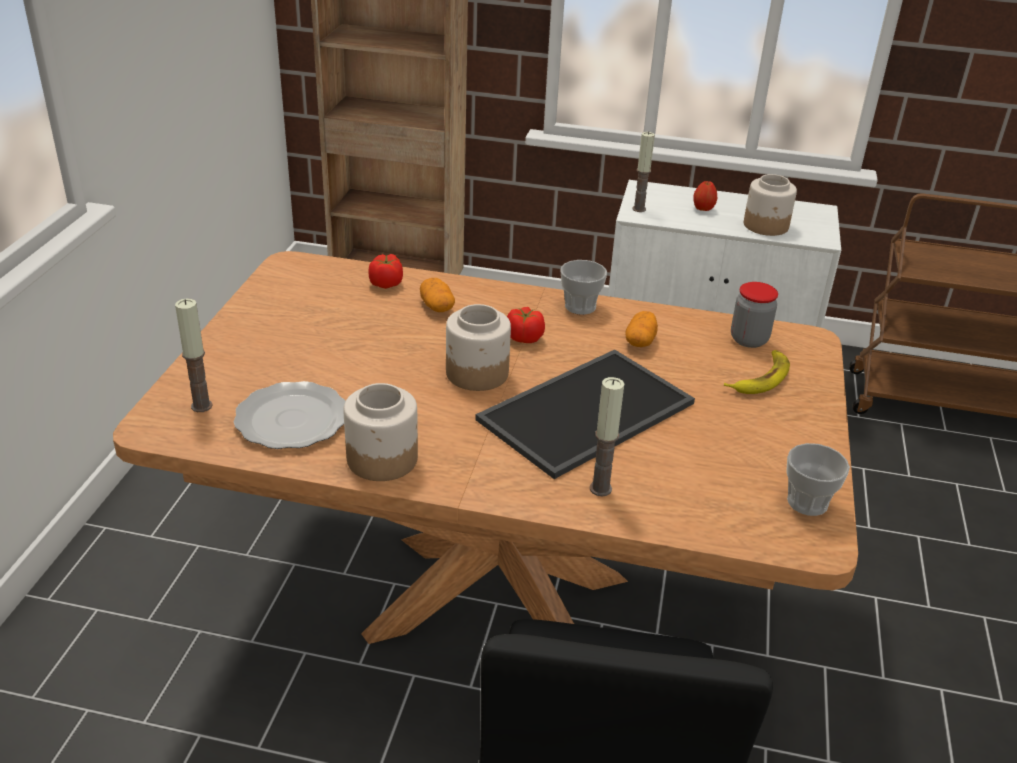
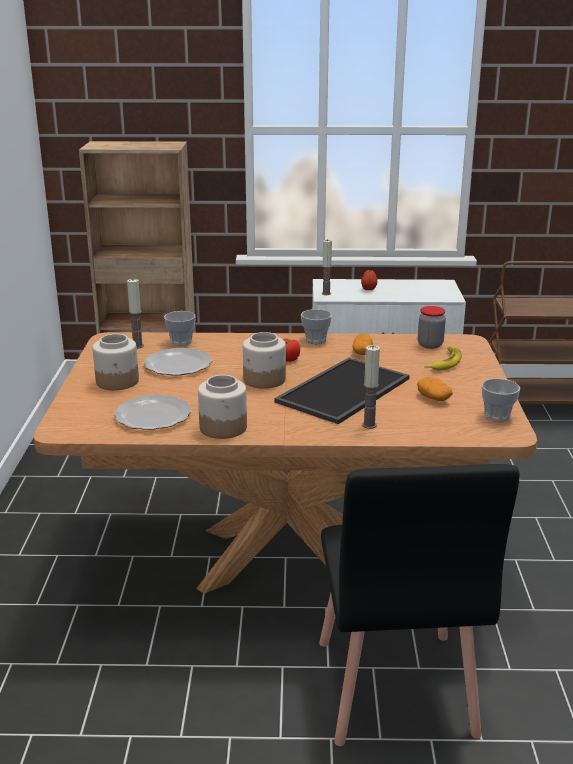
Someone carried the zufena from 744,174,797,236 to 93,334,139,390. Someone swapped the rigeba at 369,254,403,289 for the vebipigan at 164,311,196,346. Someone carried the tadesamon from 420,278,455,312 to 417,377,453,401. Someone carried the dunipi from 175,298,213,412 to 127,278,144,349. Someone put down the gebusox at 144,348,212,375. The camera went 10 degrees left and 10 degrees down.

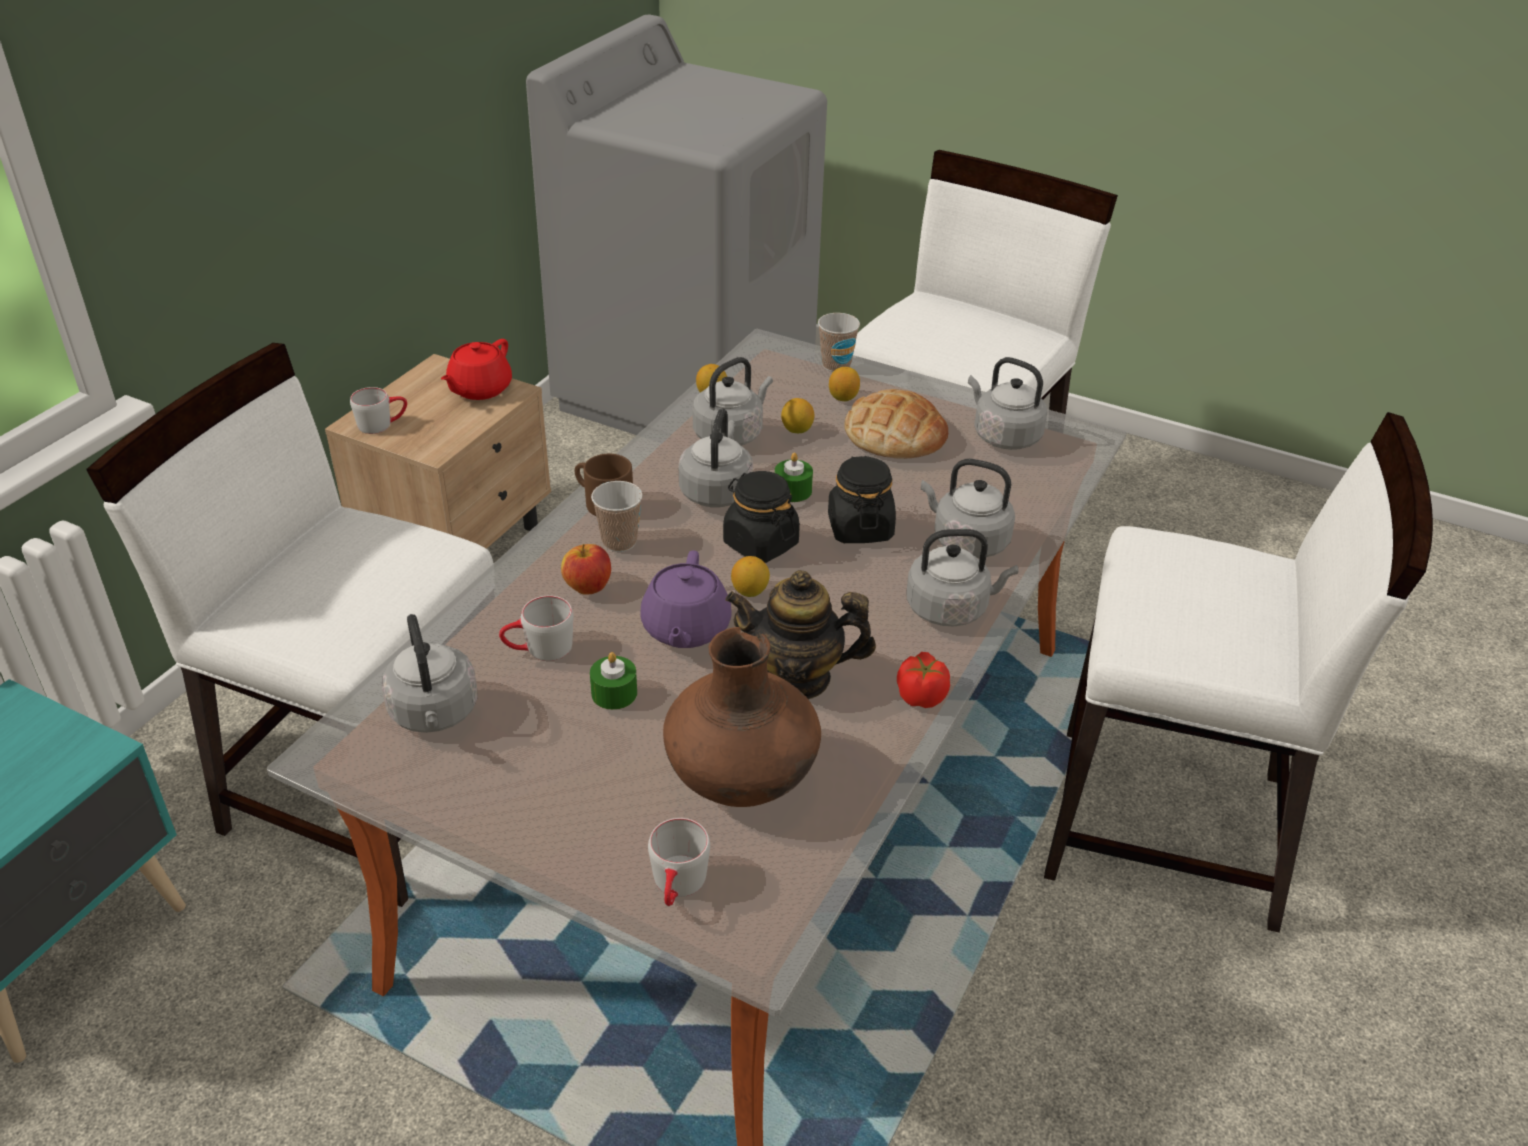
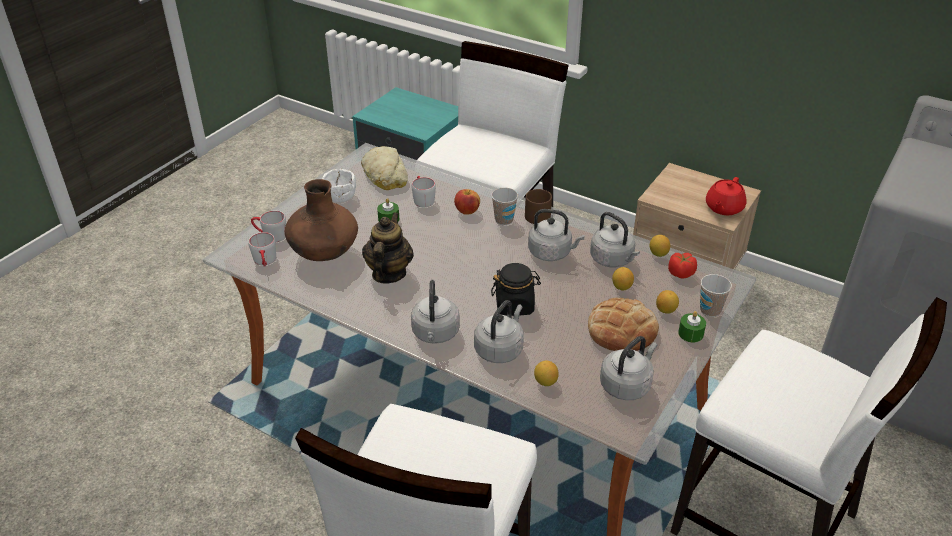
Someone rotated the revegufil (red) at 441,339,512,400 by 90 degrees counterclockwise. Someone carried the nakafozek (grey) from 350,387,407,434 to 248,232,276,267. Someone carried the dunipi (green) from 775,453,813,502 to 678,311,706,342. Someone took away the zufena (black) at 723,471,800,563. Someone took away the revegufil (purple) at 640,550,732,648. Someone carried the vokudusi from 731,556,770,597 to 534,360,559,386. Someone swapped the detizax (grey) at 382,614,478,733 for the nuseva at 361,146,408,190. Someone carried the rigeba from 897,652,950,708 to 668,253,697,279. Someone put down the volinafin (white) at 322,169,356,202. The camera went 95 degrees right and 0 degrees up.

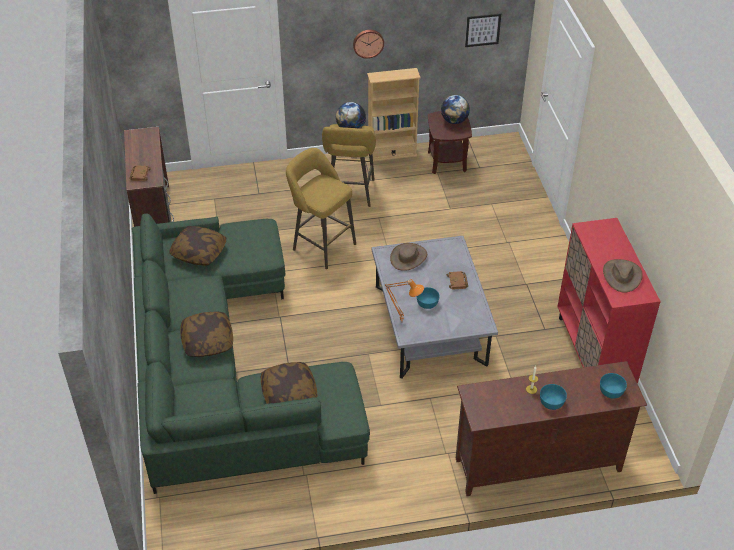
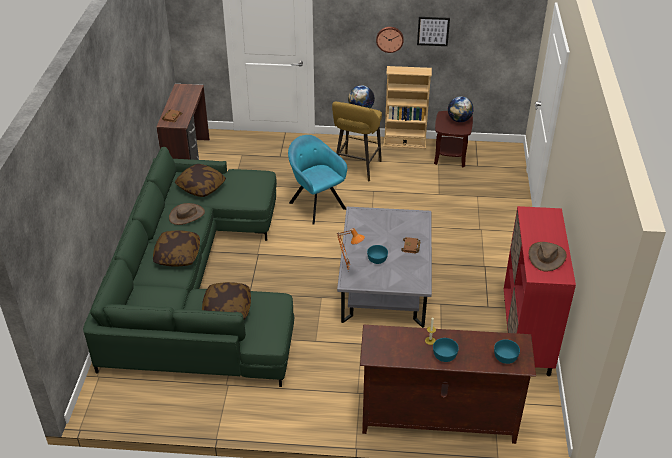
Someone carried the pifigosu from 465,14,501,47 to 417,17,450,46. Someone swapped the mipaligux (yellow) at 286,148,356,269 for the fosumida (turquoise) at 288,135,347,225. Someone carried the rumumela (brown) from 390,243,427,271 to 169,203,205,225. The camera went 15 degrees right and 5 degrees down.

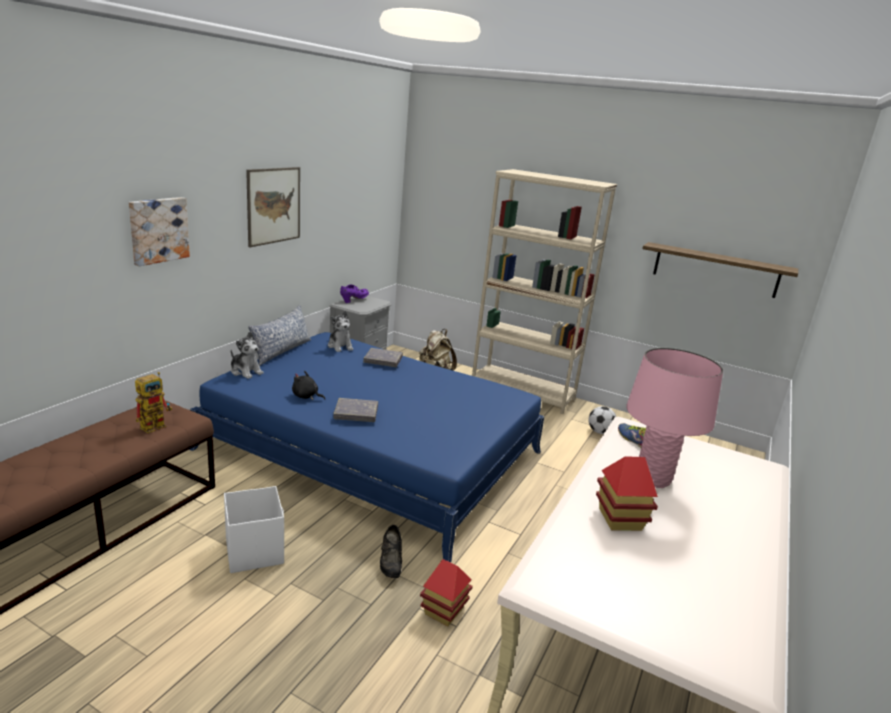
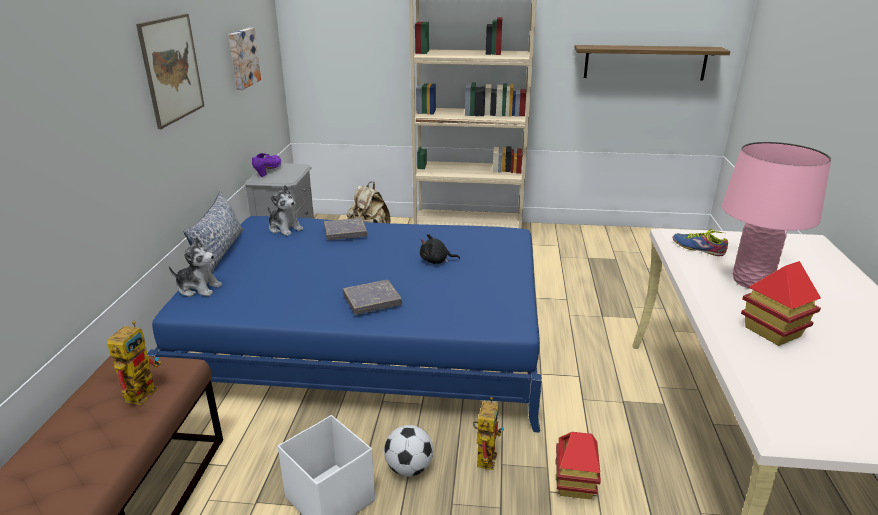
Someone carried the pifigosu from 129,197,190,266 to 229,28,261,90. Someone carried the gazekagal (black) from 292,371,325,400 to 420,234,460,264. Someone carried the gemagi from 588,406,616,434 to 384,425,433,476. Someone swapped the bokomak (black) at 380,525,402,578 for the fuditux at 473,397,504,470. The camera went 20 degrees left and 5 degrees up.

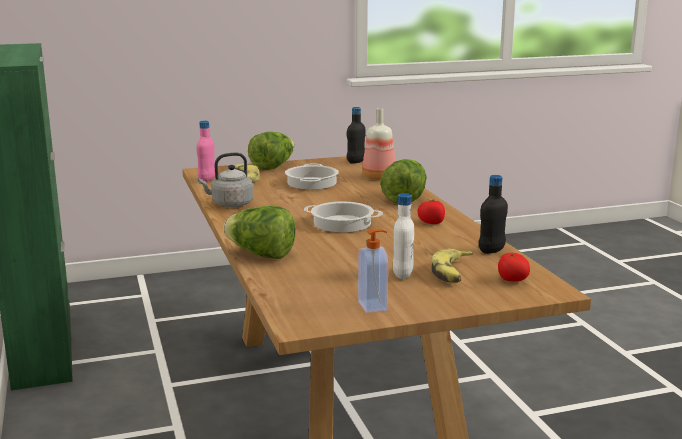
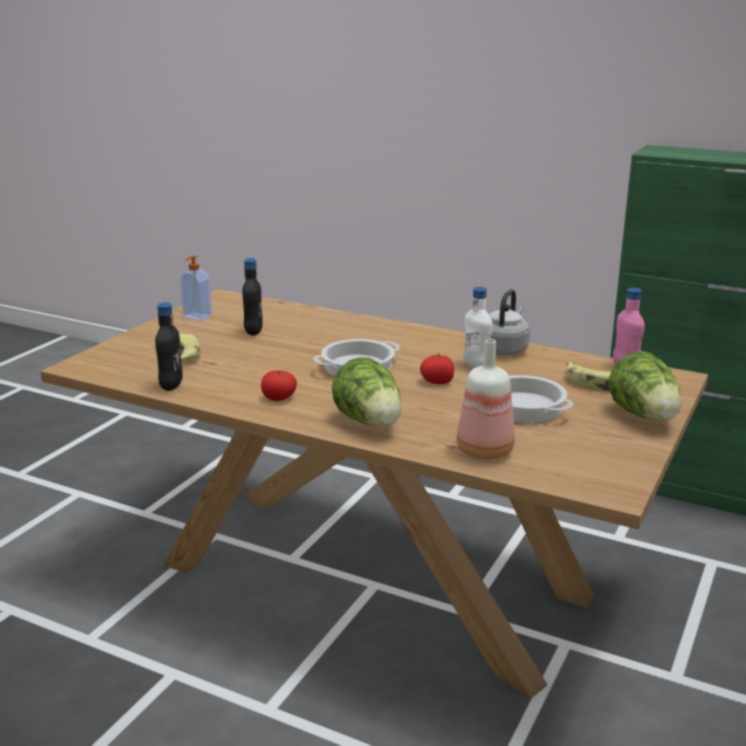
Someone carried the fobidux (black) from 347,107,366,164 to 242,258,263,336. Someone carried the fobidux (white) from 393,193,414,279 to 463,287,493,369. Someone took away the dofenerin at 223,206,296,259. Someone carried the rigeba from 498,253,530,281 to 420,353,454,384. The camera went 135 degrees right and 5 degrees up.

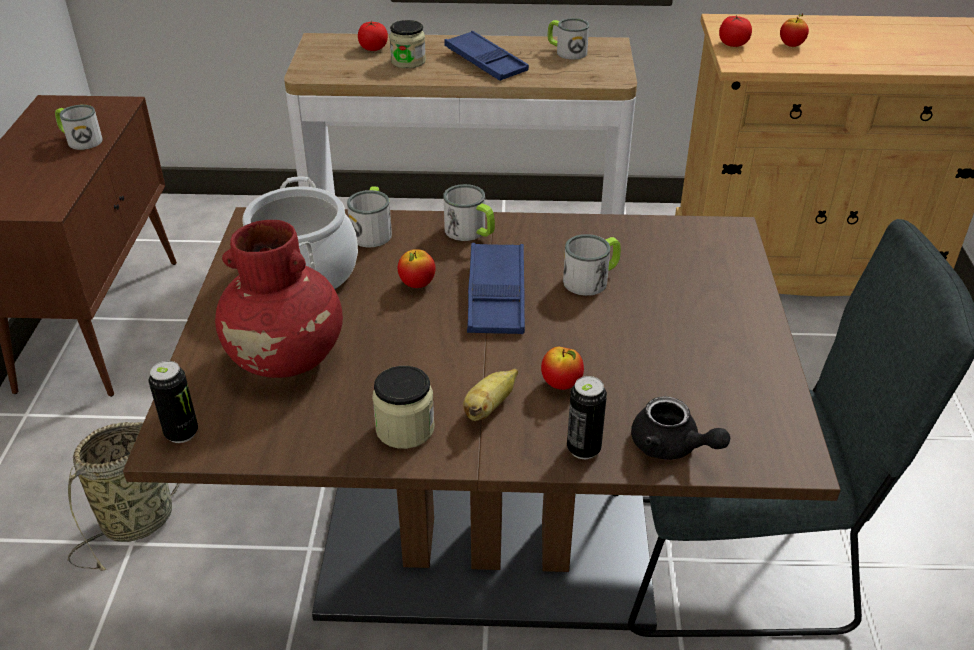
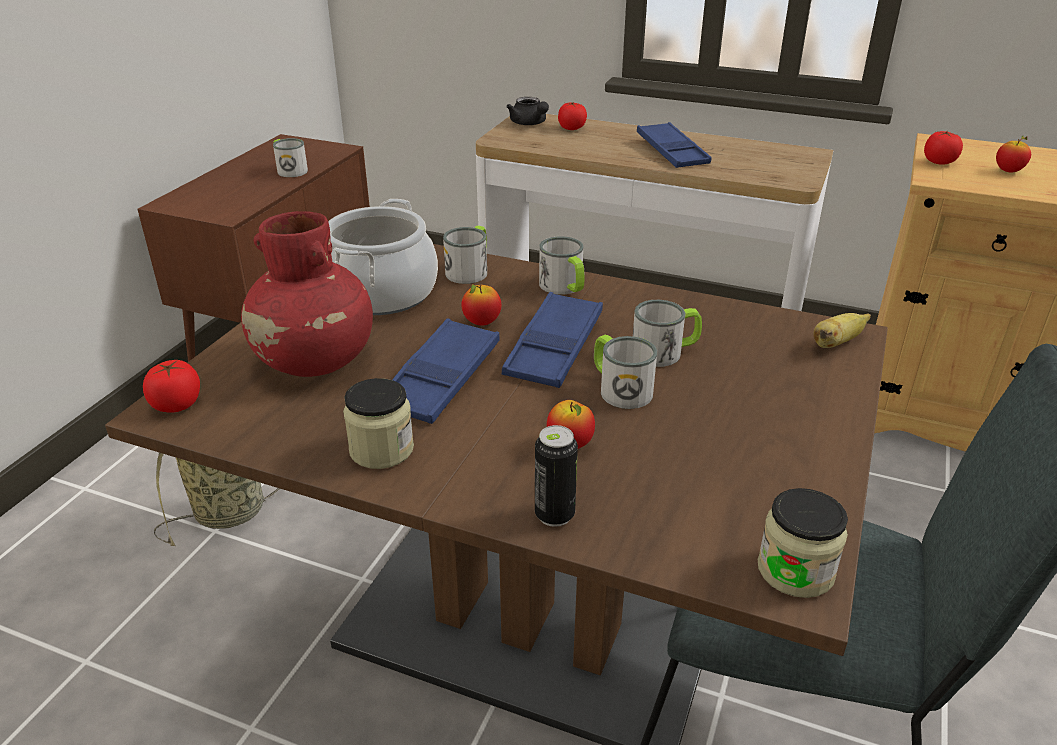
Someone carried the nakafozek from 547,18,589,60 to 594,335,657,409. Someone carried the zufena from 389,20,426,69 to 758,488,848,598. Someone swapped the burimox at 149,361,198,443 for the rigeba at 143,360,200,413. Someone carried the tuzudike from 463,368,518,421 to 813,313,871,348. Someone carried the revegufil (black) from 631,396,730,460 to 506,97,549,125. Someone put down the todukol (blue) at 392,318,499,424. The camera went 20 degrees right and 5 degrees down.

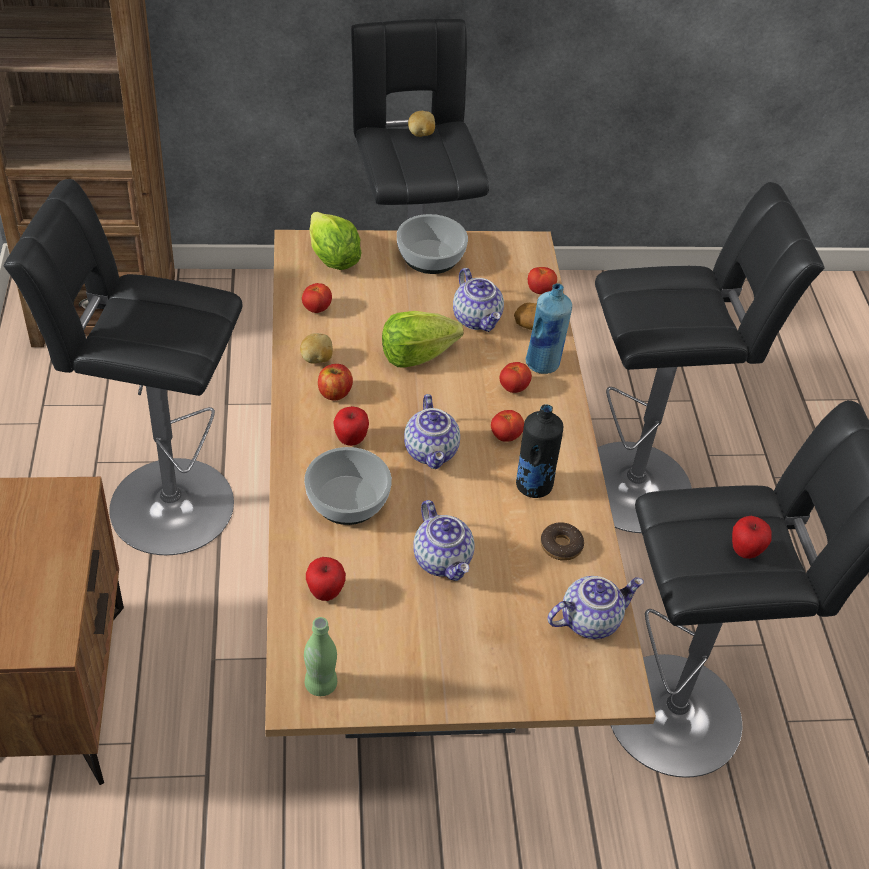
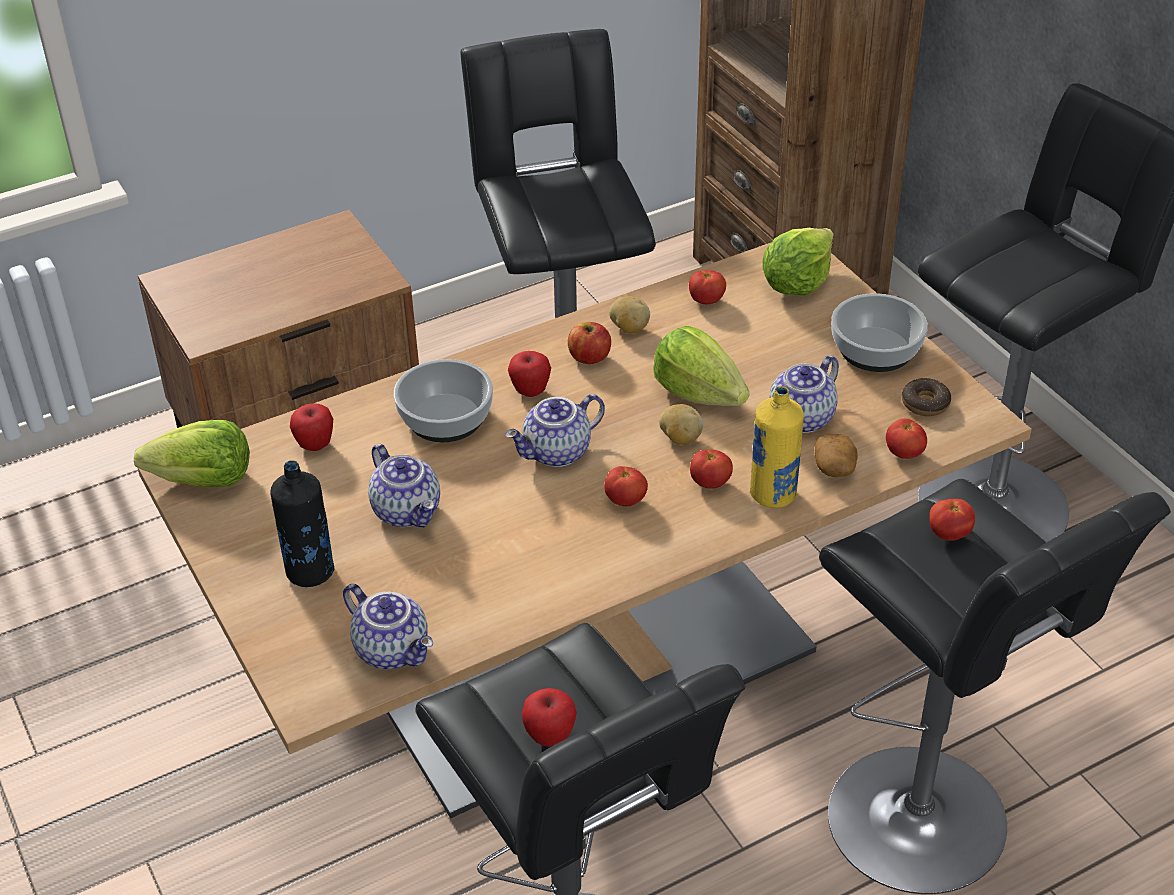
Someone carried the tadesamon from 408,111,435,137 to 659,404,703,445. Someone repainted the fobidux (blue) at 526,283,572,374, which became the fobidux (yellow) at 750,386,804,508. Someone carried the fobidux (black) from 516,404,563,498 to 270,460,334,587. Someone rotated the revegufil at 413,500,474,581 by 75 degrees counterclockwise. Someone carried the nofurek from 541,522,584,561 to 902,378,951,416. Someone swapped the fobidux (green) at 304,617,337,696 for the dofenerin at 134,420,250,487. Someone put down the rigeba at 929,499,975,541. The camera went 70 degrees right and 5 degrees down.

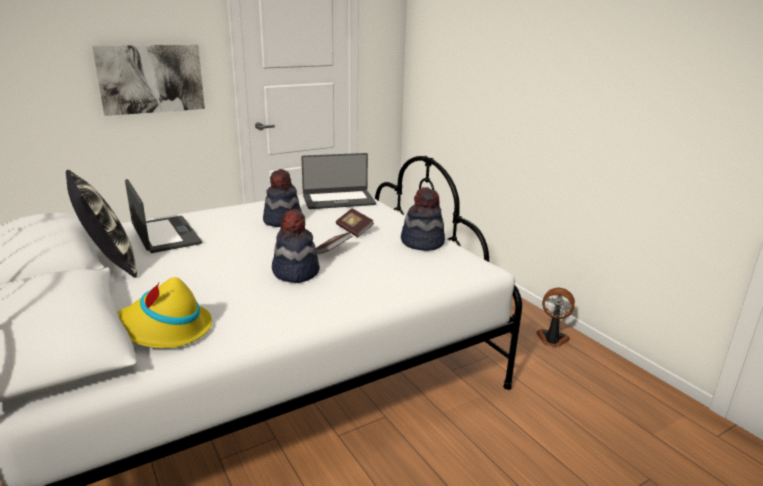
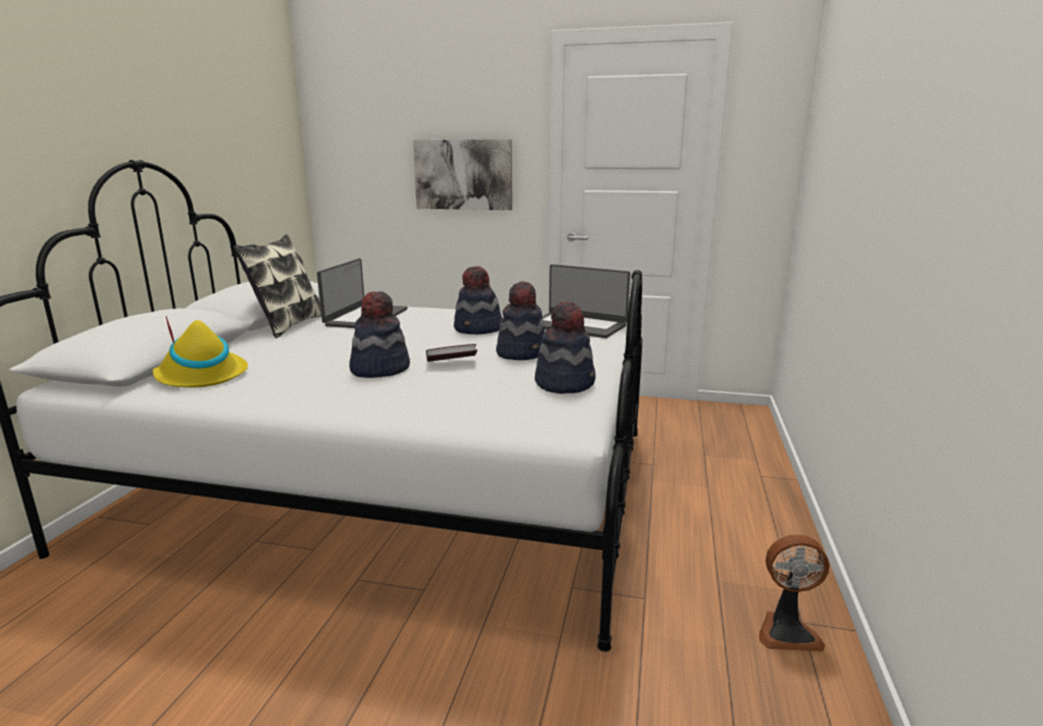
Someone swapped the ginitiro at 336,209,374,237 for the rumumela at 496,281,545,360. Someone rotated the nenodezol at 536,288,575,347 by 120 degrees clockwise. The camera went 45 degrees right and 5 degrees down.

